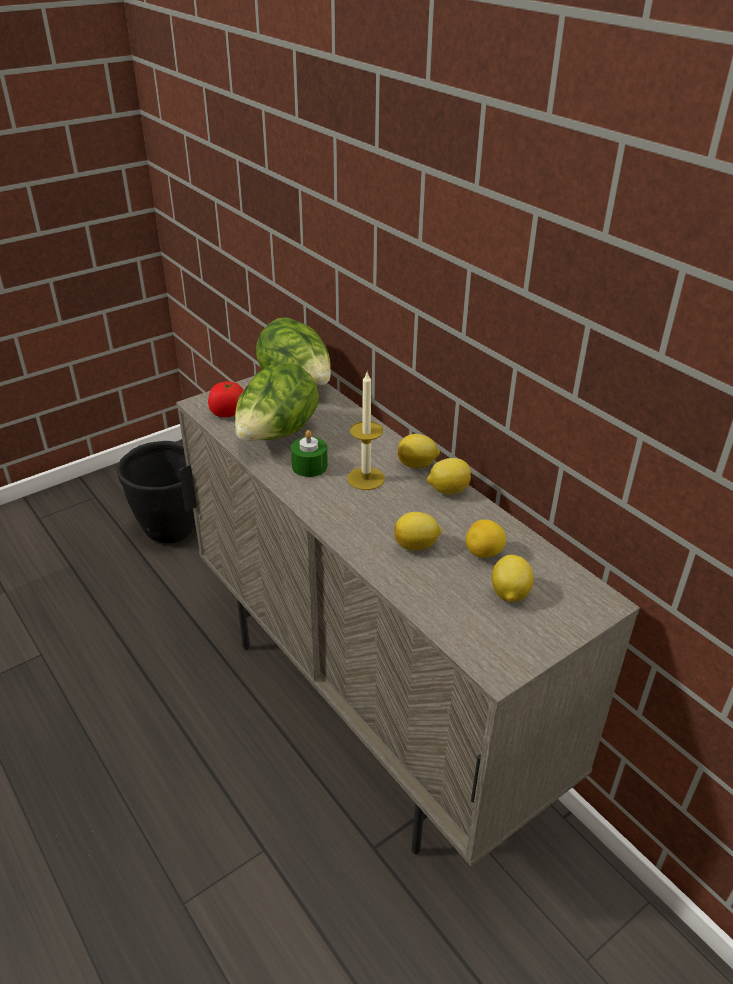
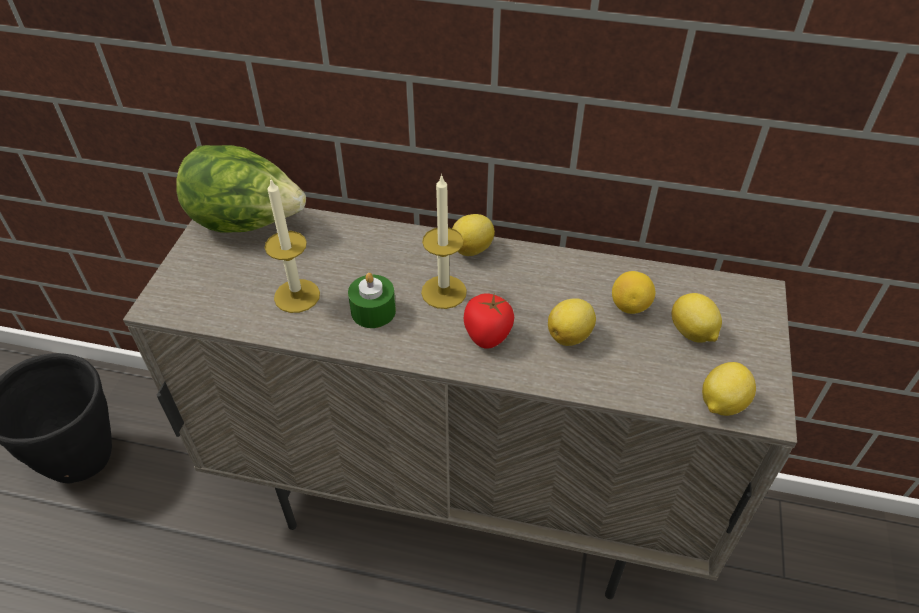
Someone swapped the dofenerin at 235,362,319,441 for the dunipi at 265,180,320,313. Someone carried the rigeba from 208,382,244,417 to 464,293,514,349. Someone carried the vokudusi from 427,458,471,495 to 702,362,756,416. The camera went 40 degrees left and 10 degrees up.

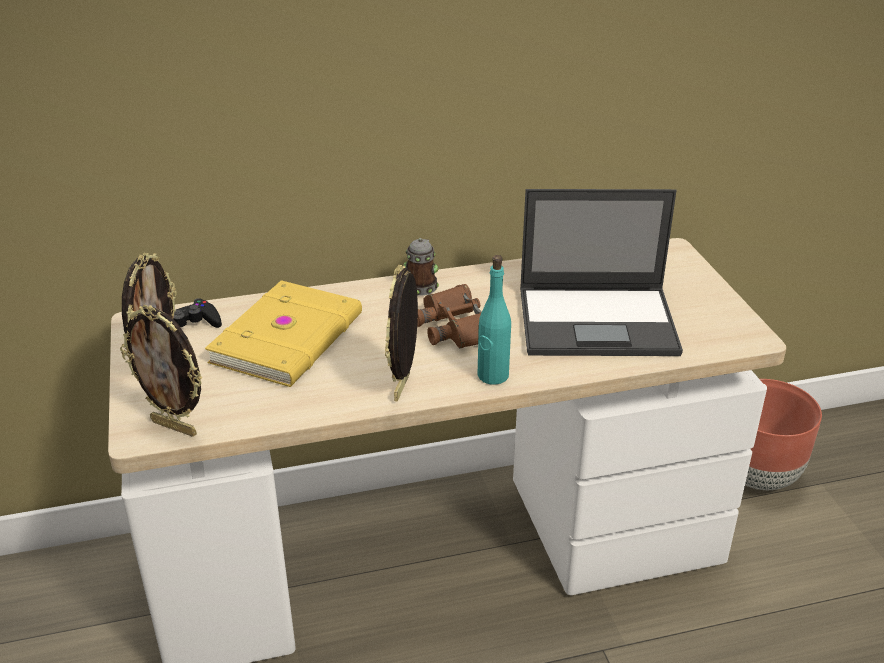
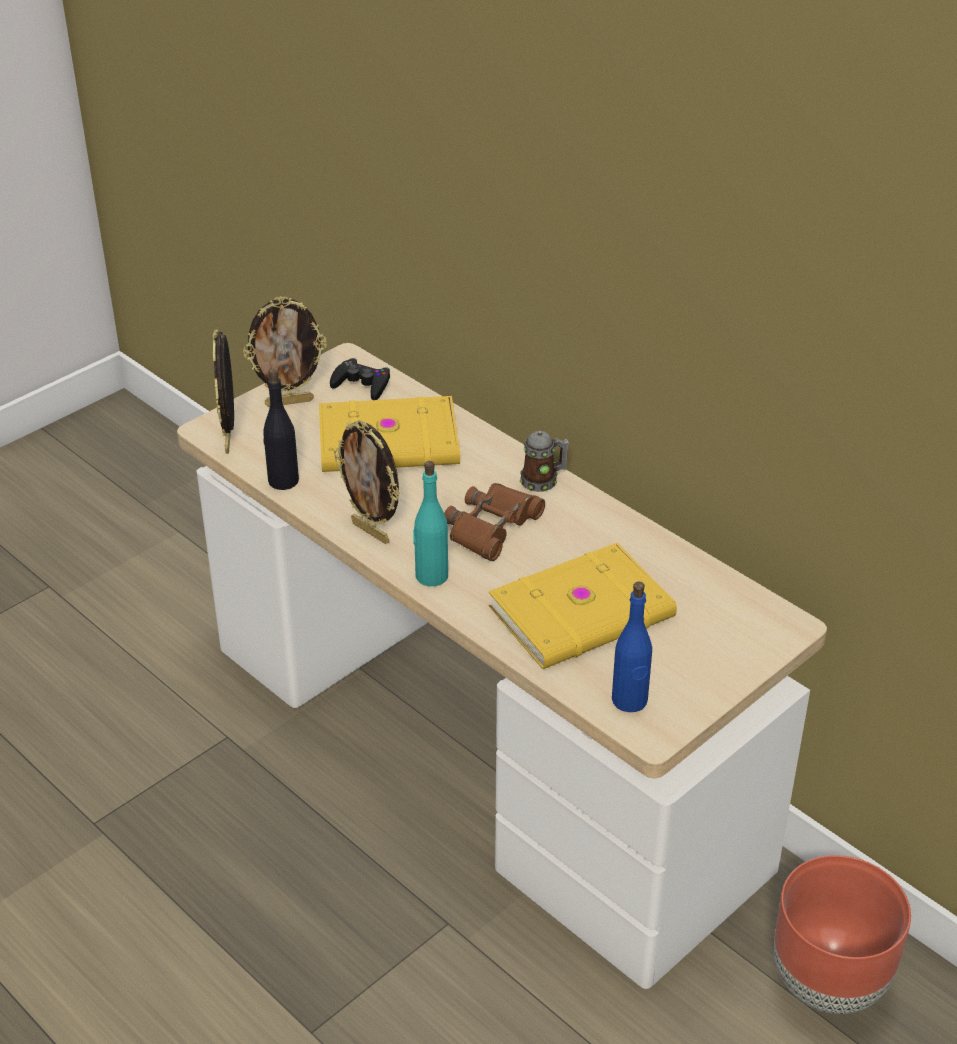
Someone swapped the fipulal at 520,189,683,356 for the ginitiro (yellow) at 489,543,677,669. Someone rotated the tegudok at 385,265,418,402 by 120 degrees counterclockwise. Someone put down the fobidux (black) at 263,369,299,490. Someone put down the fobidux (blue) at 612,582,652,712. The camera went 60 degrees right and 5 degrees up.

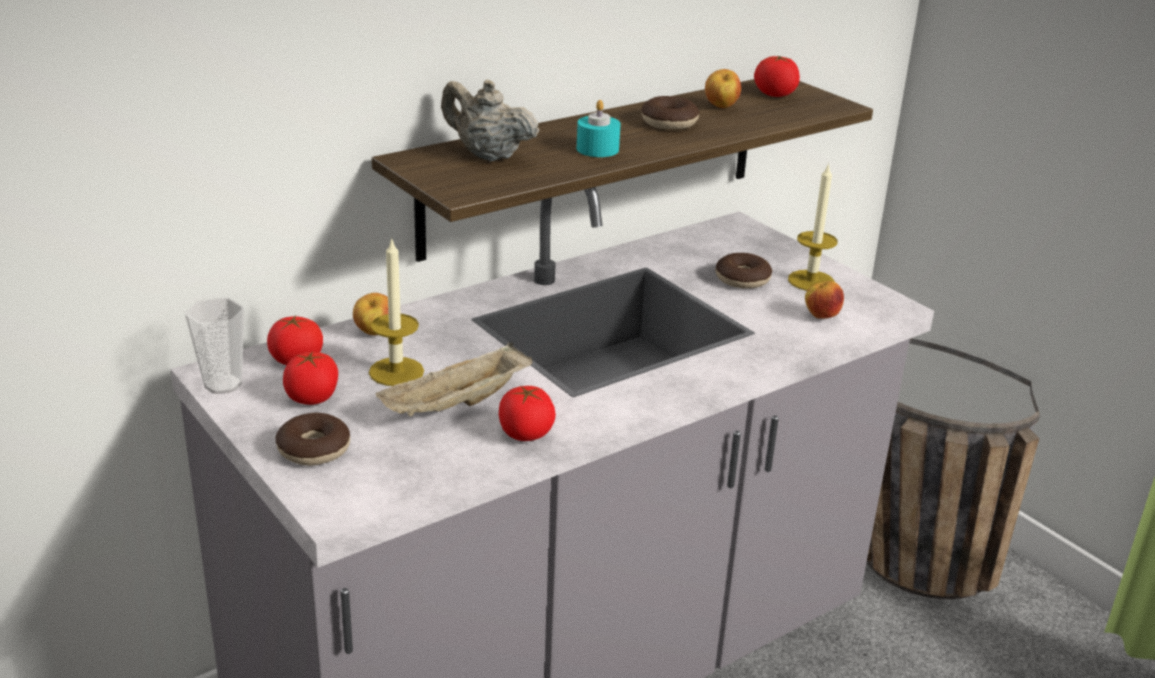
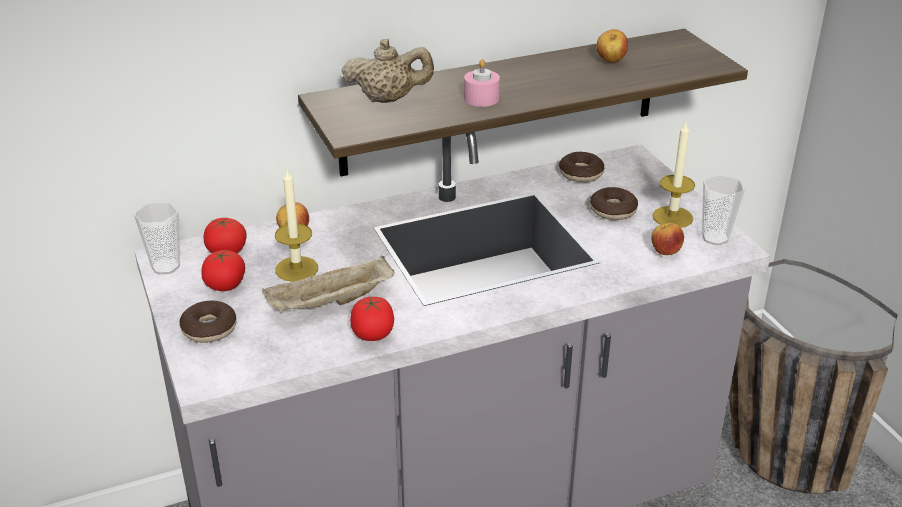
Someone took away the rigeba at 754,56,800,97. Someone rotated the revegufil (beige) at 441,79,539,161 by 135 degrees clockwise. Someone carried the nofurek from 641,96,699,129 to 559,152,604,182. Someone repainted the dunipi (turquoise) at 577,100,621,157, which became the dunipi (pink) at 464,59,500,107. Someone put down the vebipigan at 702,174,745,245. The camera went 15 degrees right and 5 degrees up.

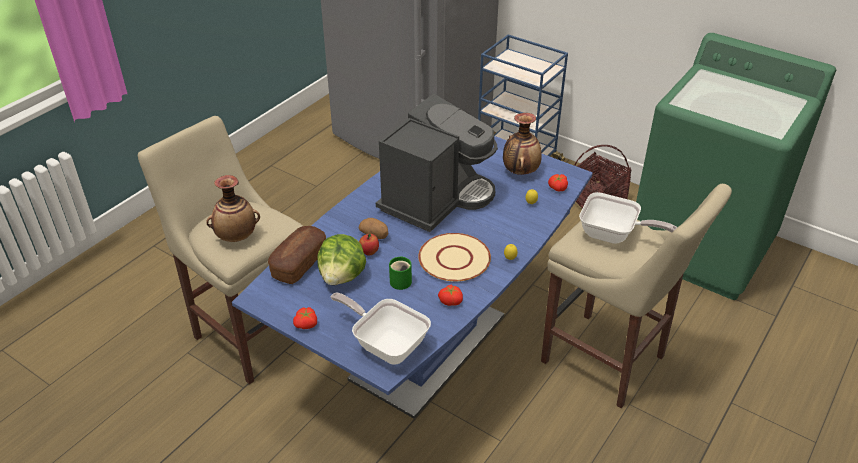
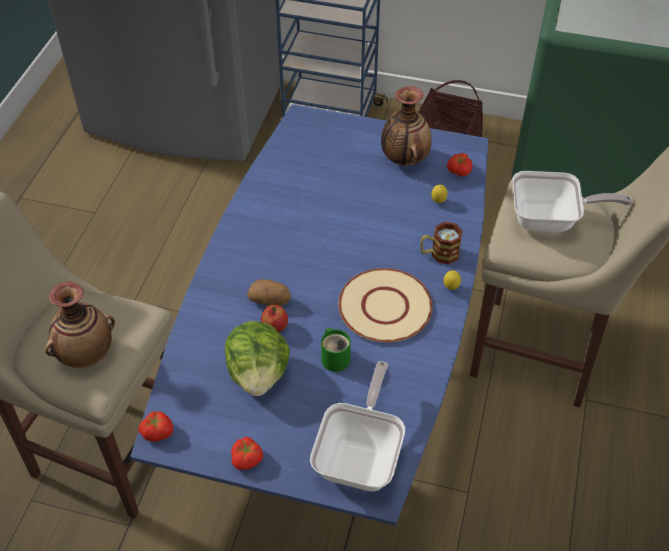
Someone took away the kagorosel at 376,93,498,232. Someone took away the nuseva at 268,226,326,284. Someone carried the rigeba from 438,285,463,306 to 138,411,174,442. Someone rotated the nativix at 331,292,431,365 by 90 degrees clockwise. Someone put down the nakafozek at 420,222,463,265. The camera went 20 degrees left and 10 degrees up.

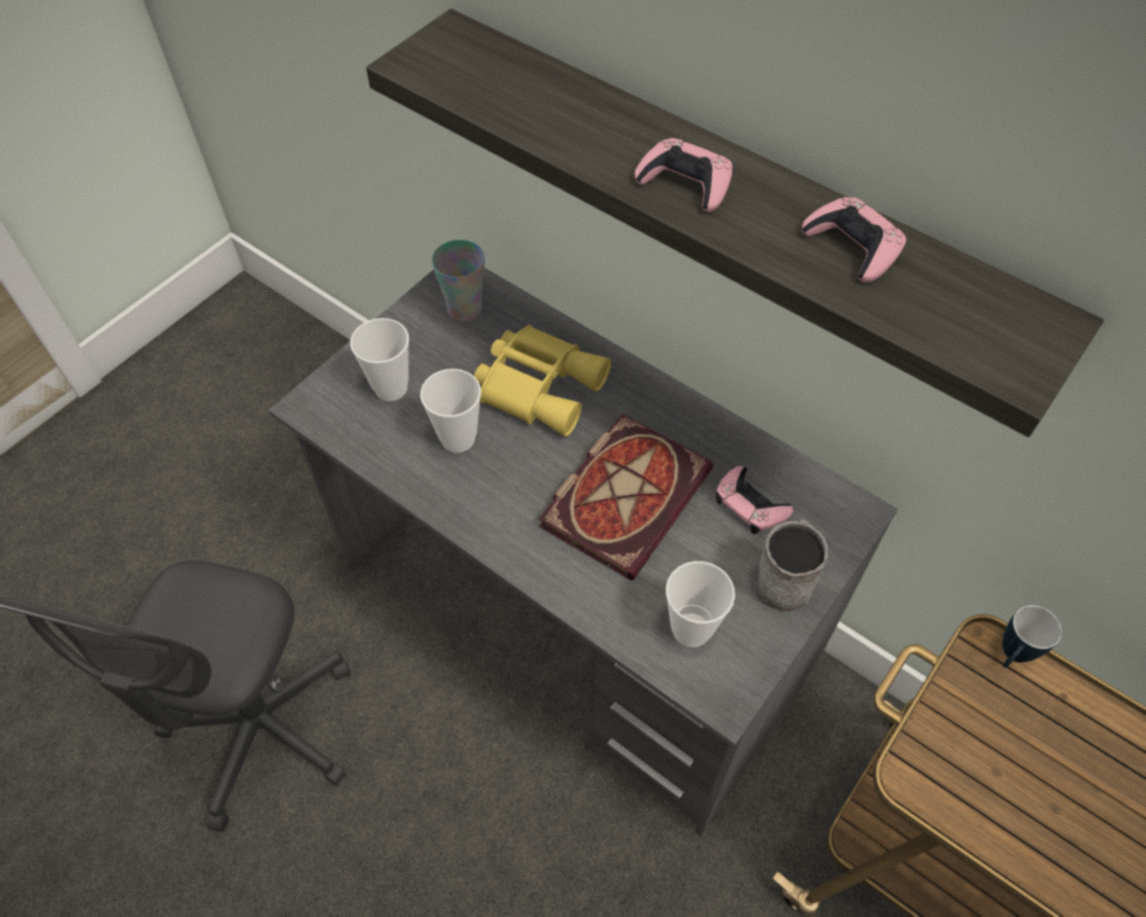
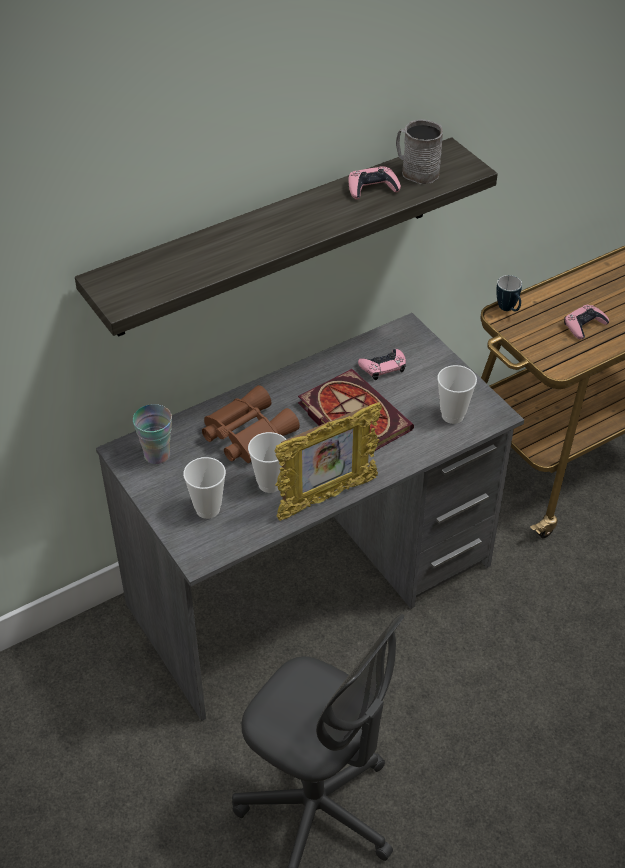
Someone carried the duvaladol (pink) from 634,138,732,212 to 564,305,609,339. Someone repainted the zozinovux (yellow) at 474,325,611,437, which became the zozinovux (brown) at 202,385,300,463. Someone carried the nakafozek (grey) from 755,519,828,613 to 396,119,443,184. Someone put down the tegudok at 274,402,382,521. The camera went 70 degrees left and 10 degrees down.

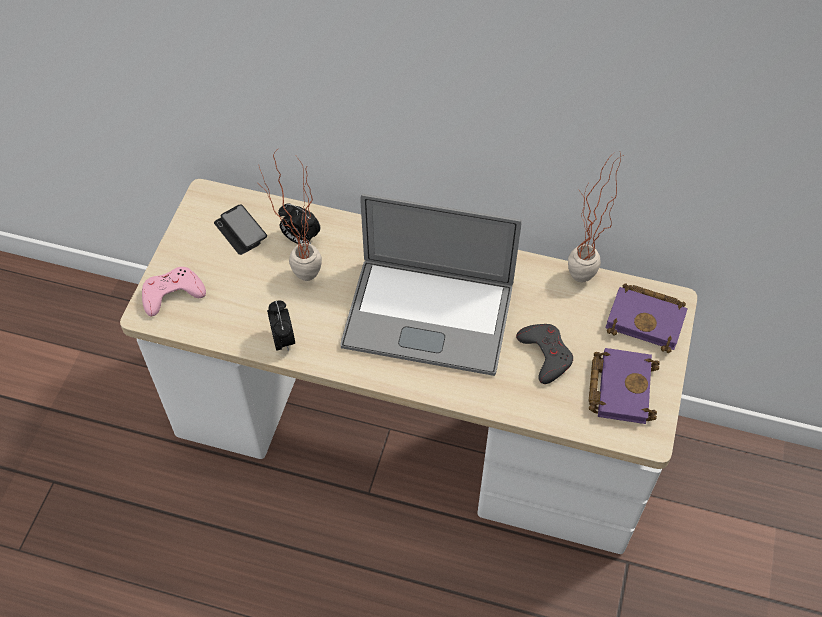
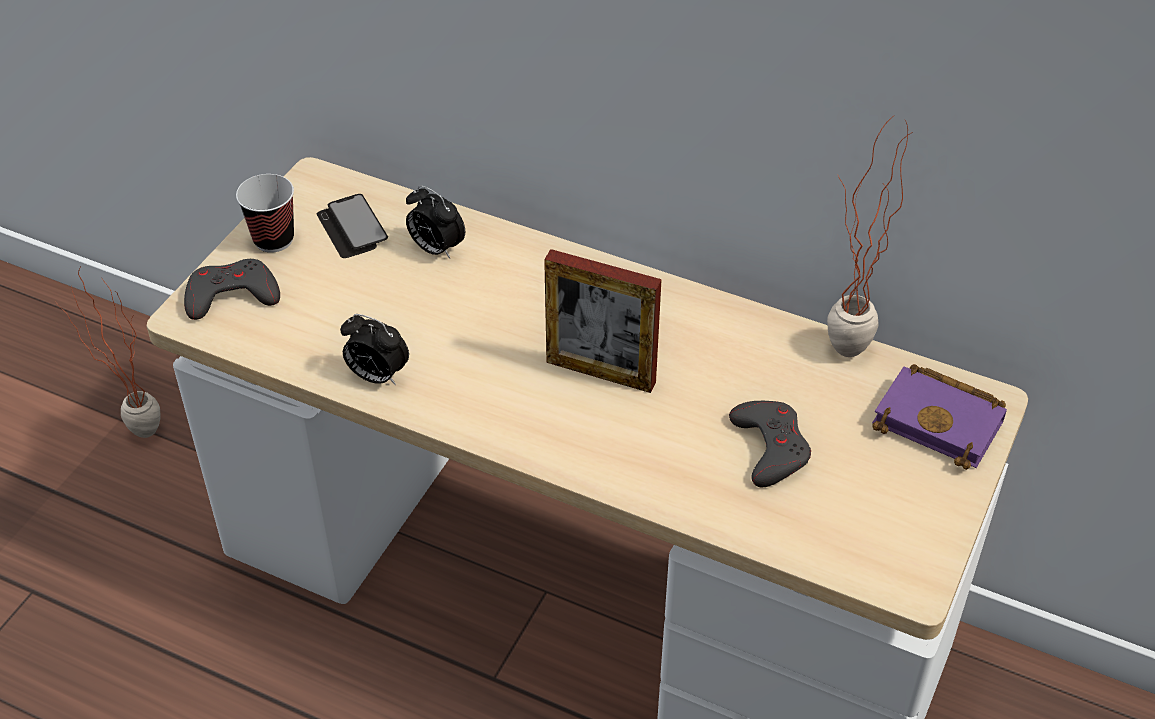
Someone carried the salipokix from 259,149,322,281 to 57,266,161,438. Someone swapped the fipulal at 341,194,522,376 for the tegudok at 544,249,662,393. Someone repainted the duvaladol (pink) at 142,267,206,316, which became the duvaladol (grey) at 184,259,280,320. Someone rotated the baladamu at 267,301,295,352 by 120 degrees clockwise. Someone took away the ginitiro (purple) at 589,348,659,424. Someone put down the vebipigan at 236,174,294,253. The camera went 10 degrees right and 10 degrees down.

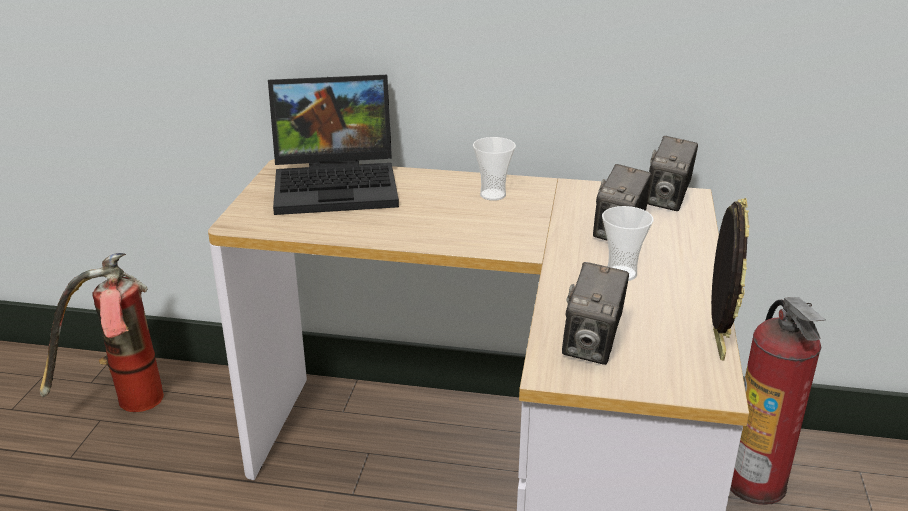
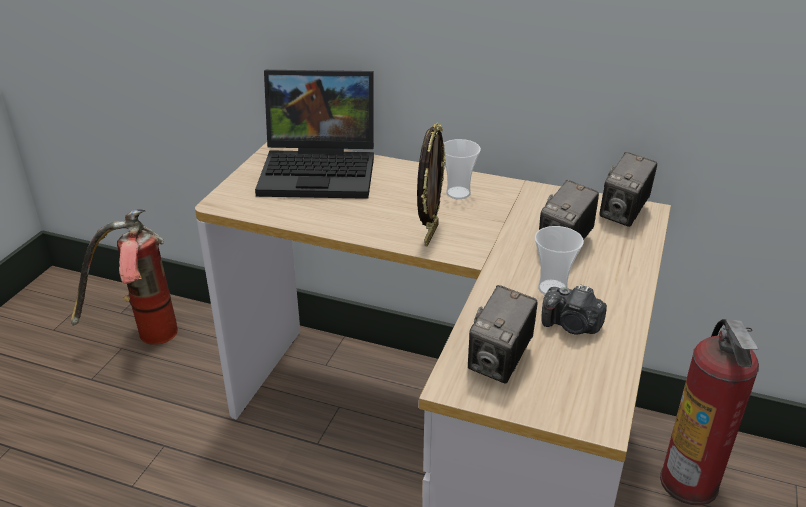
Someone carried the tegudok from 711,198,750,360 to 417,123,446,247. Someone put down the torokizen at 541,284,607,335. The camera went 10 degrees right and 5 degrees up.

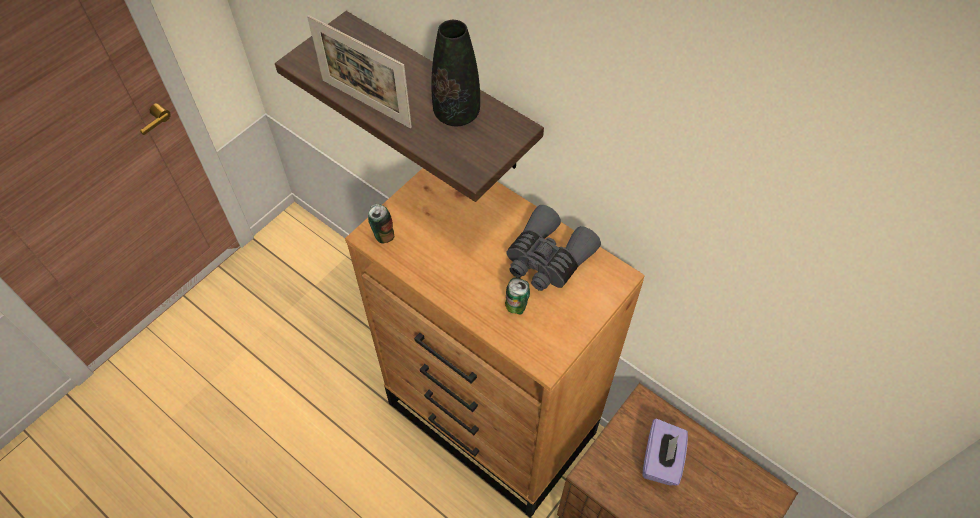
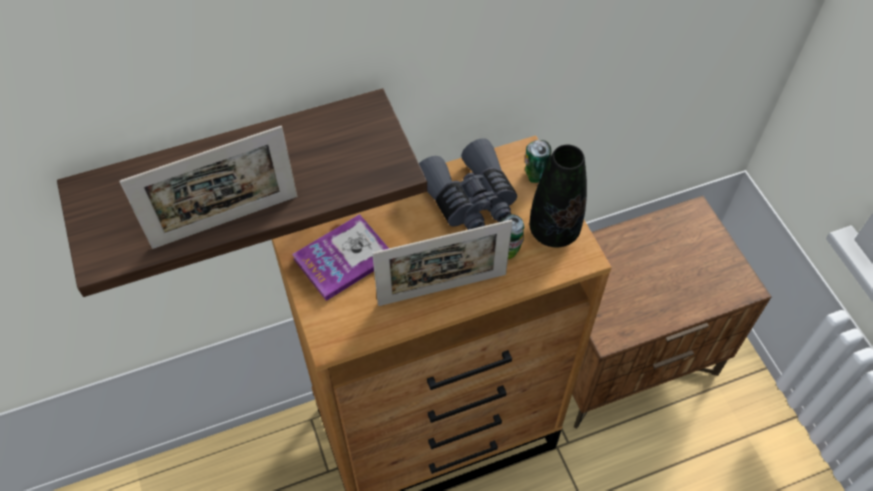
Someone carried the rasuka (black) from 431,20,480,126 to 529,144,587,247. Someone carried the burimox from 368,204,394,244 to 525,140,551,183. Someone took away the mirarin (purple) at 642,419,688,486. Someone put down the ginitiro at 292,214,389,301. Someone put down the tegudok at 372,220,513,306. The camera went 60 degrees left and 0 degrees up.

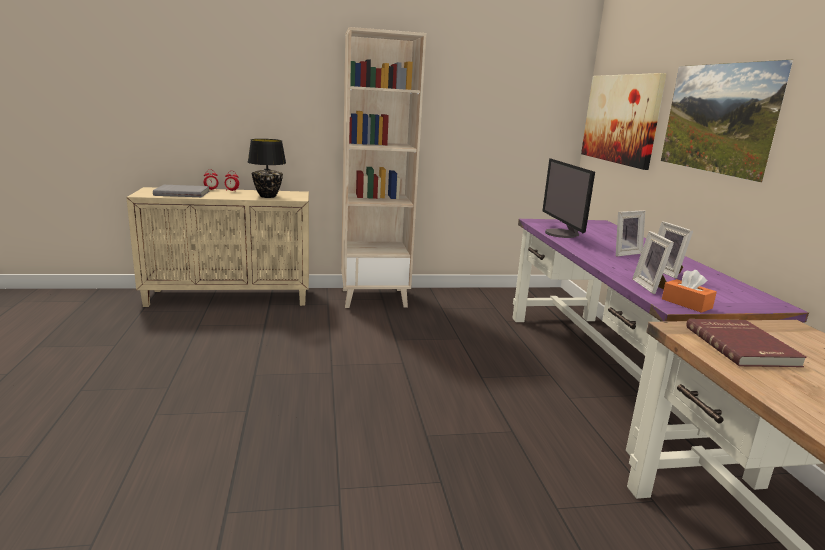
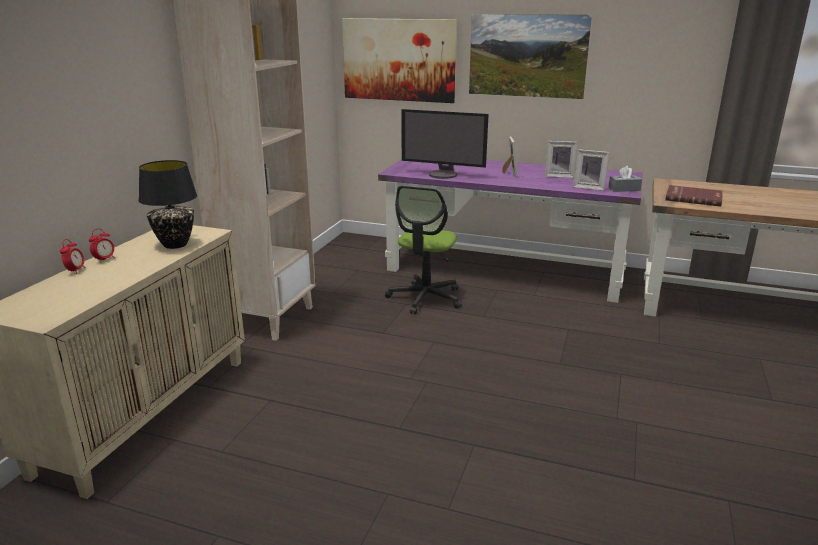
Someone took away the ginitiro (grey) at 153,185,210,197. Someone repainted the mirarin (orange) at 662,270,717,313, which became the mirarin (grey) at 608,166,642,192. Someone put down the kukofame at 385,186,462,314. The camera went 60 degrees left and 5 degrees up.

